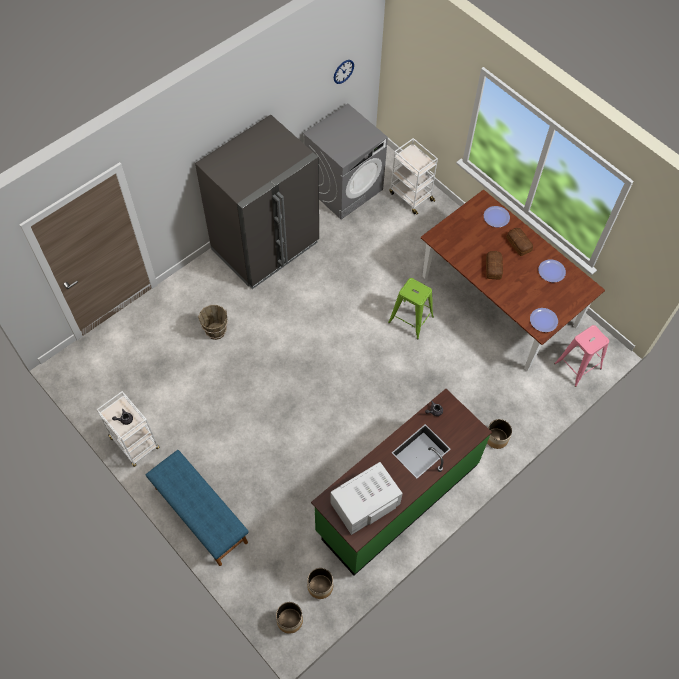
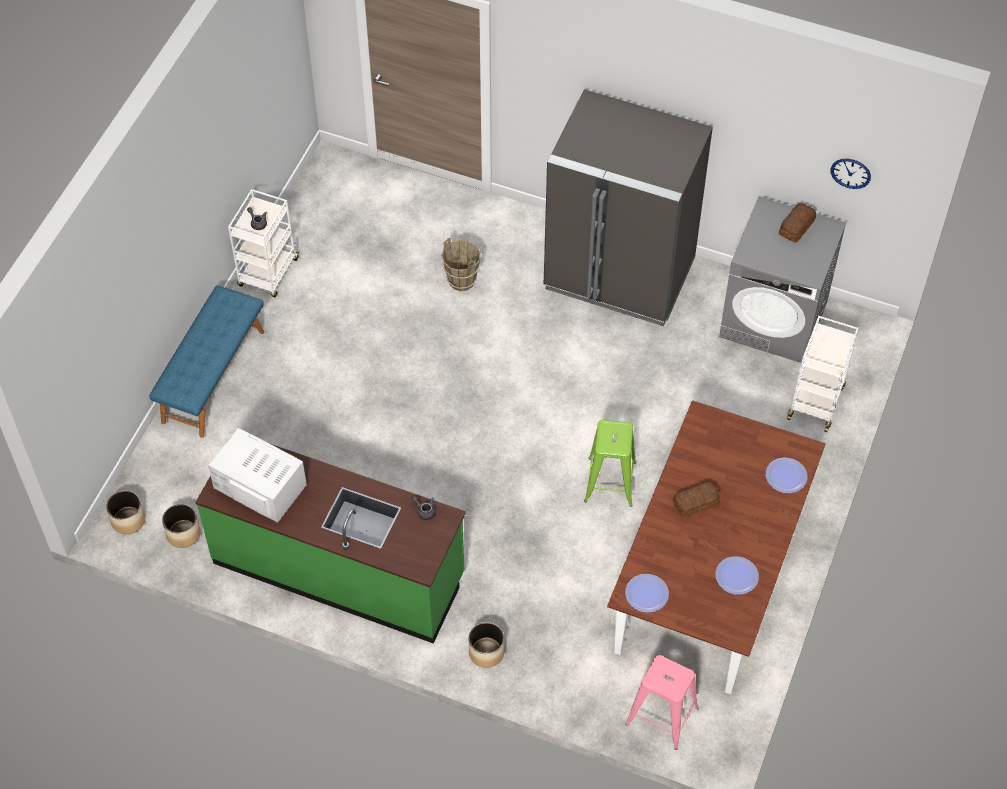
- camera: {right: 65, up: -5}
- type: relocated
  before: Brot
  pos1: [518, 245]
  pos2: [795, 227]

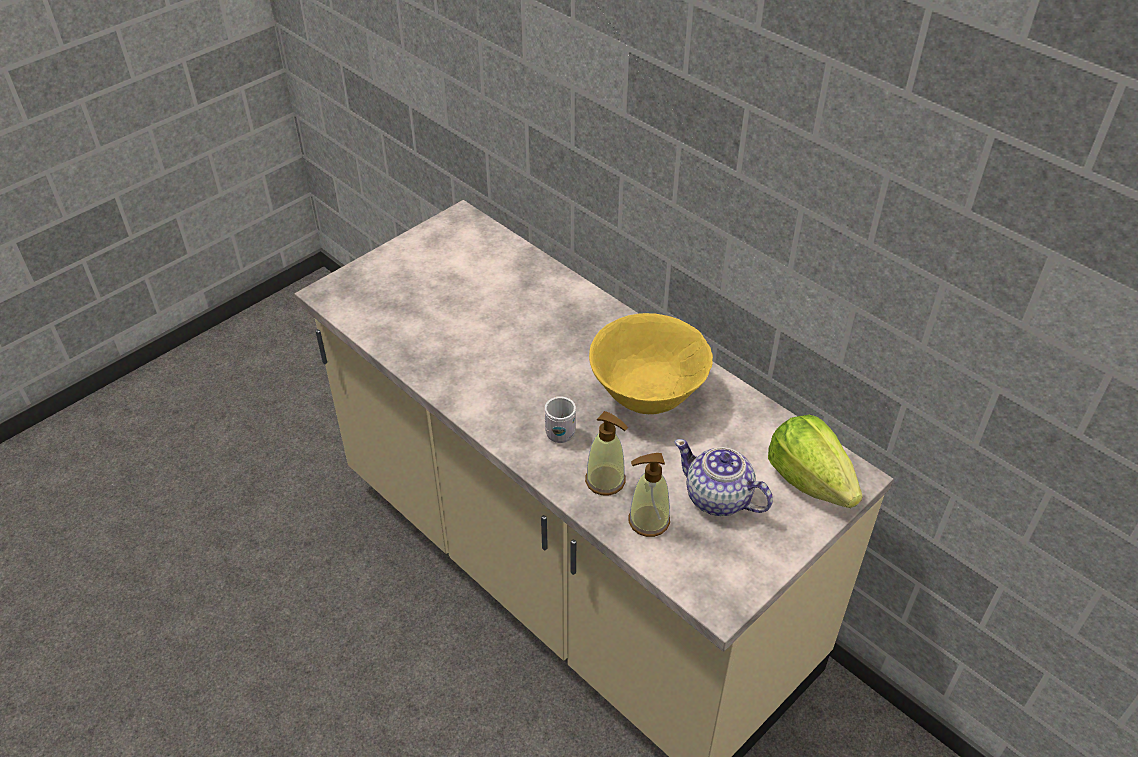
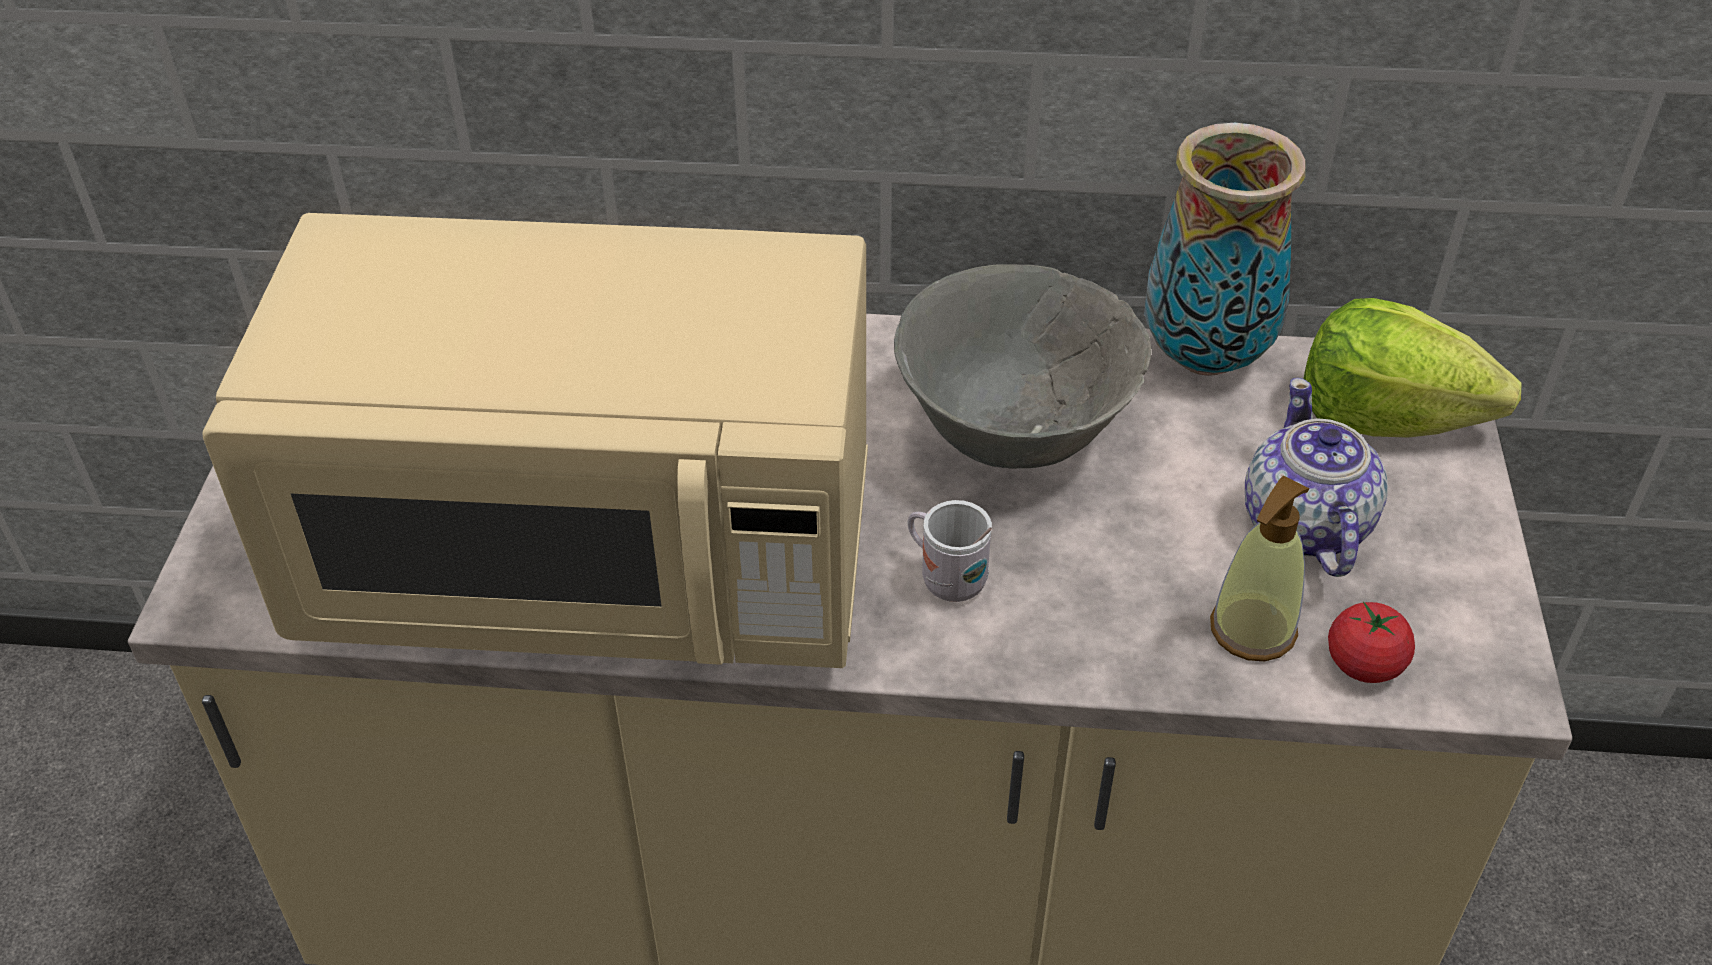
- camera: {right: -40, up: 0}
- type: missing
  before: Seifenspender
  pos1: [605, 480]
- type: colour
  before: Schüssel [gelb]
  after: Schüssel [grau]
  pos1: [647, 394]
  pos2: [1012, 431]
- type: spun
  before: Teekanne
  pos1: [718, 498]
  pos2: [1304, 526]
  turn: 90
- type: appeared
  after: Mikrowelle [beige]
  pos2: [592, 560]
- type: appeared
  after: Vase
  pos2: [1203, 357]
- type: appeared
  after: Tomate
  pos2: [1364, 664]

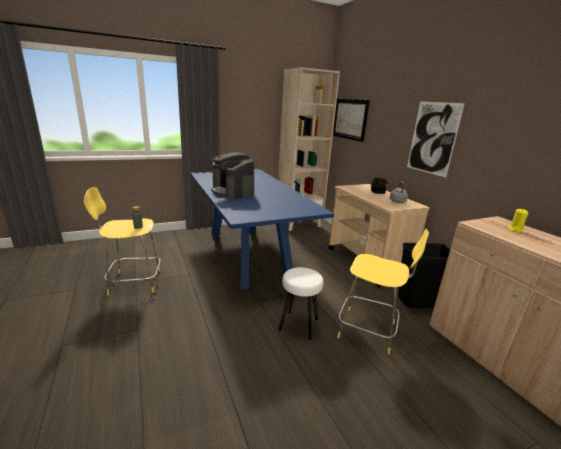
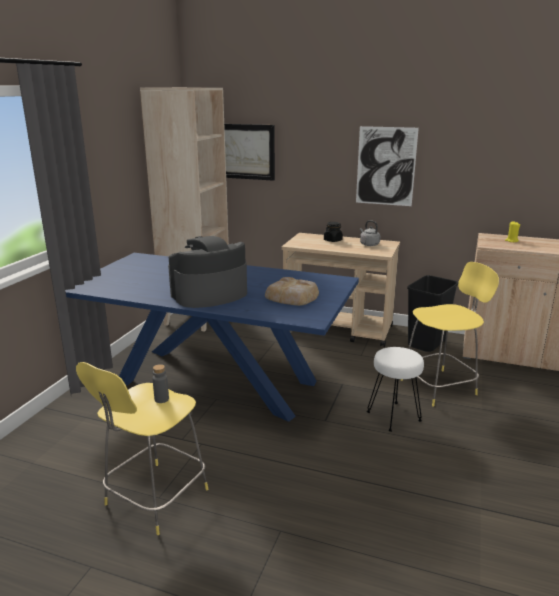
- camera: {right: -45, up: 0}
- type: spun
  before: Kaffeemaschine
  pos1: [233, 191]
  pos2: [209, 294]
  turn: 135
- type: appeared
  after: Brot
  pos2: [292, 297]

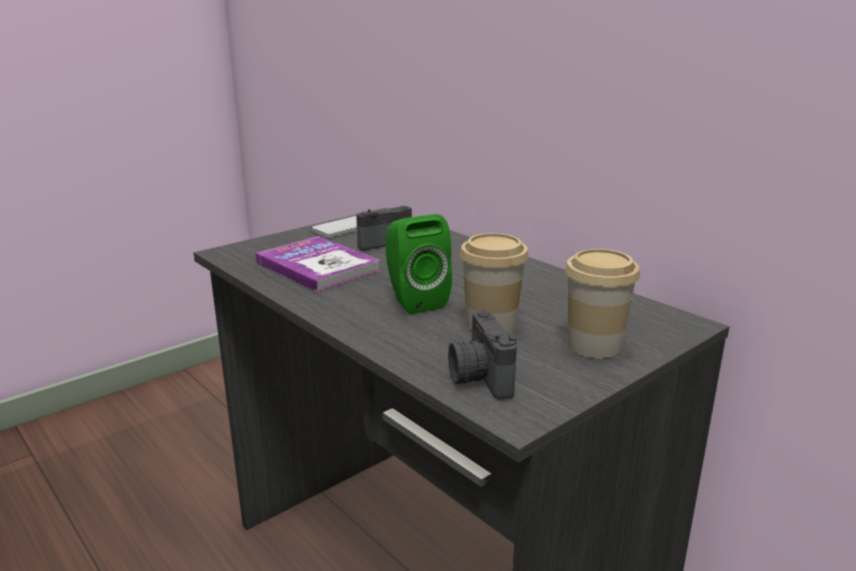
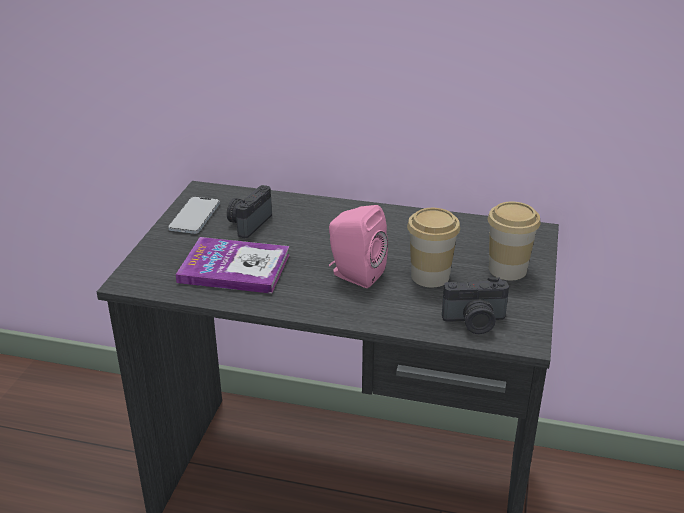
- camera: {right: -35, up: 10}
- type: colour
  before: Lautsprecher [grün]
  after: Lautsprecher [rosa]
  pos1: [414, 300]
  pos2: [354, 275]
- type: spun
  before: Kamera
  pos1: [478, 378]
  pos2: [475, 322]
  turn: -45

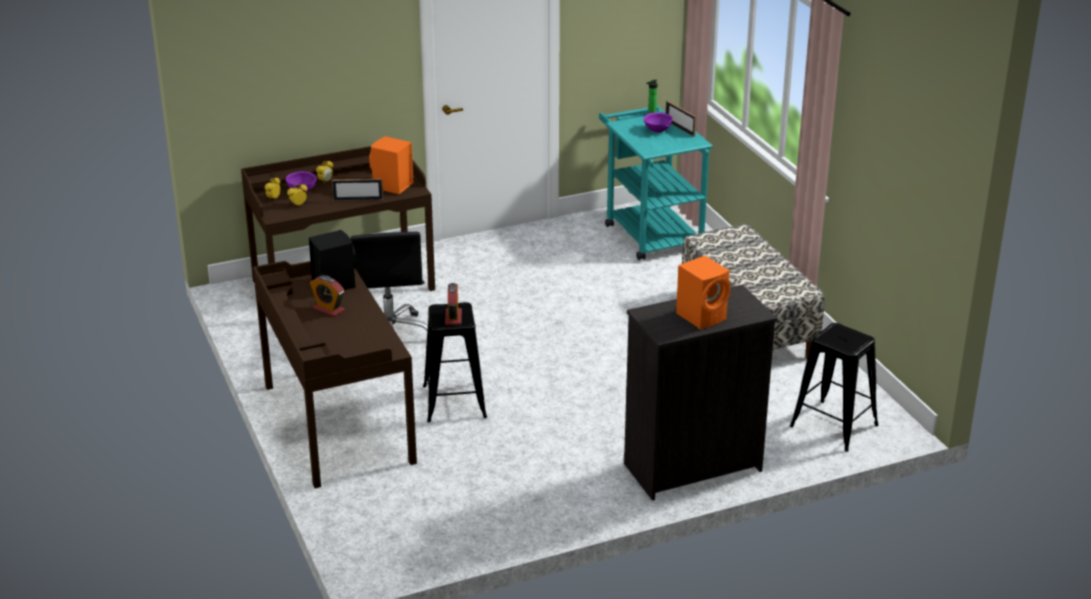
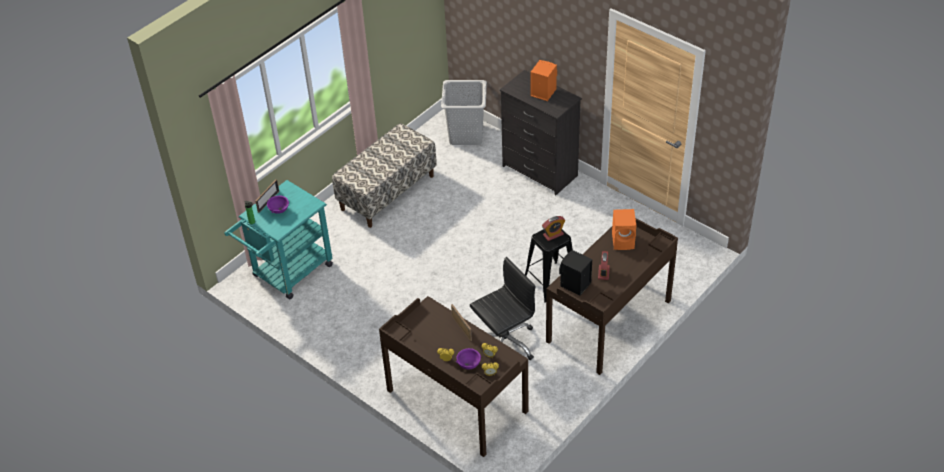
- camera: {right: -115, up: 15}
- type: relocated
  before: Lautsprecher [orange]
  pos1: [392, 186]
  pos2: [624, 241]
- type: exchanged
  before: Hocker [schwarz]
  after: Wäschekorb [grau]
  pos1: [834, 426]
  pos2: [466, 135]

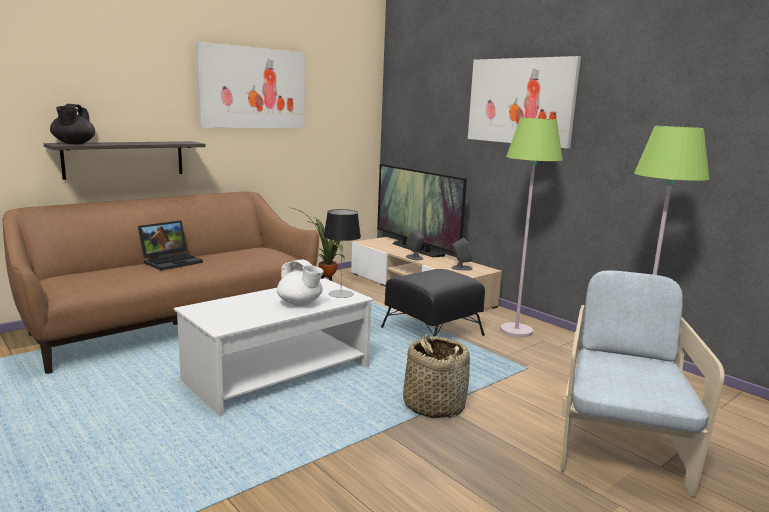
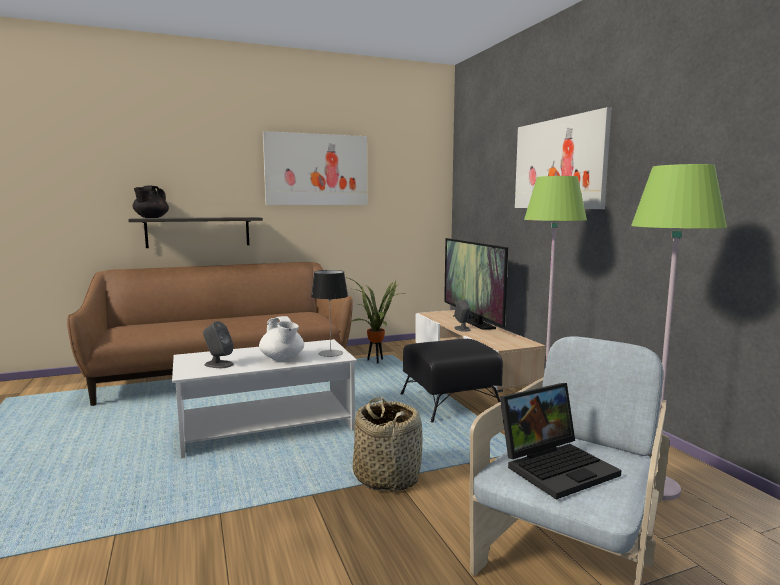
- camera: {right: 20, up: -5}
- type: relocated
  before: Laptop
  pos1: [172, 261]
  pos2: [557, 466]
- type: relocated
  before: Lautsprecher [grau]
  pos1: [461, 268]
  pos2: [218, 364]

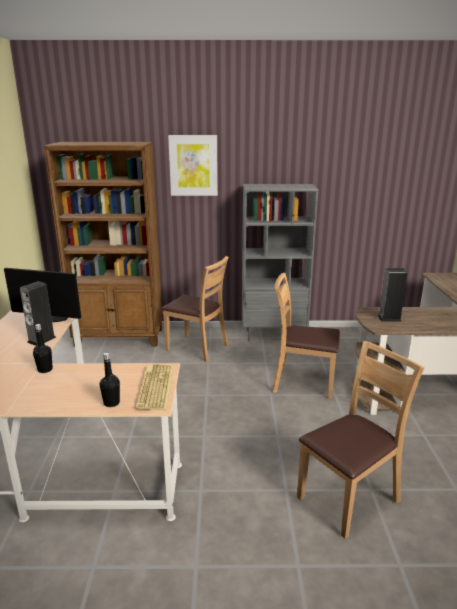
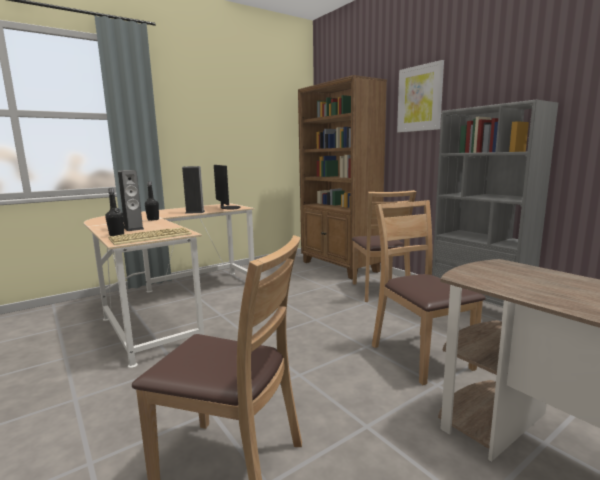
- camera: {right: 55, up: -10}
- type: relocated
  before: Lautsprecher
  pos1: [389, 318]
  pos2: [133, 228]

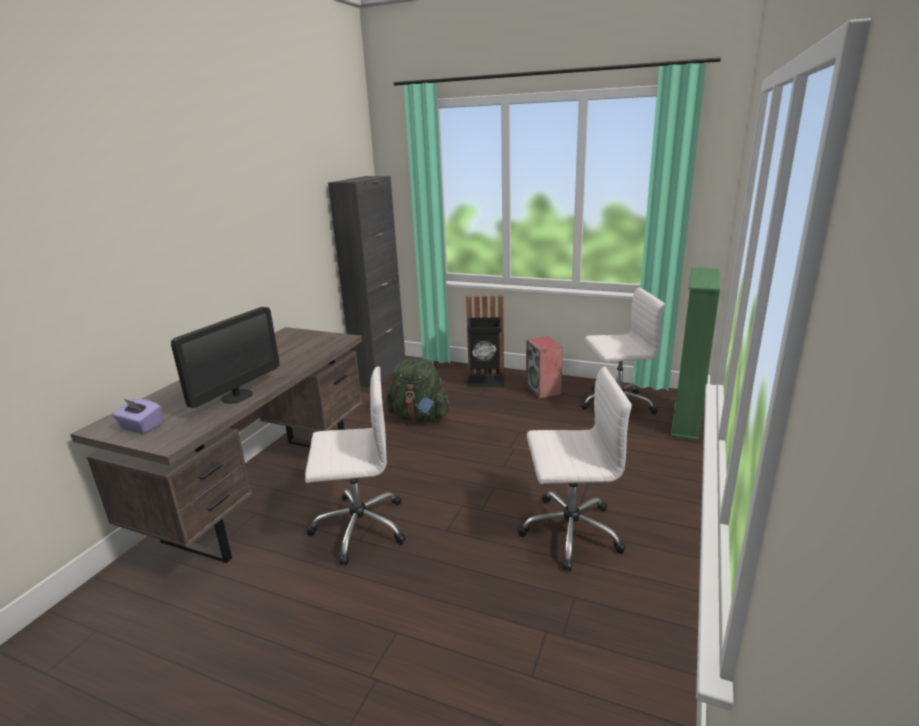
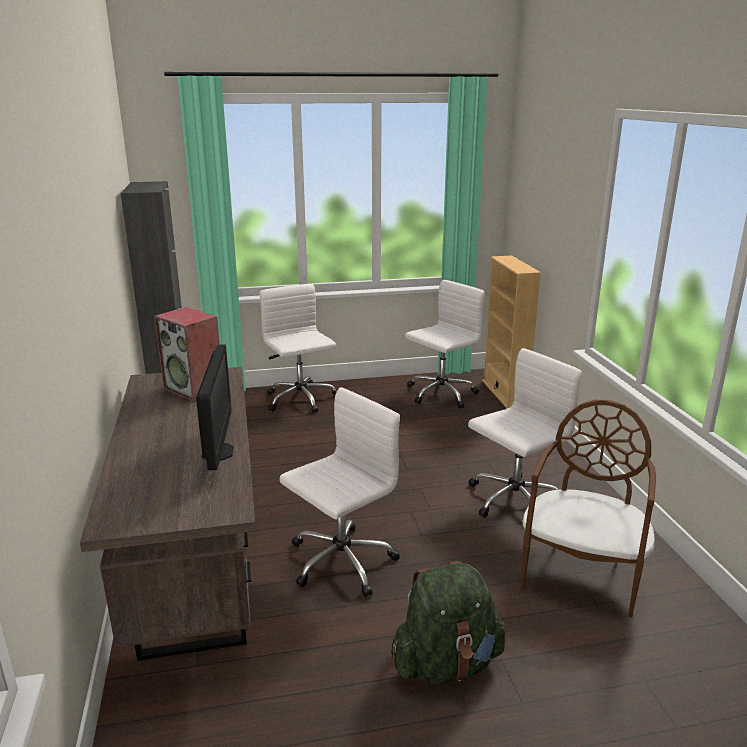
- camera: {right: -35, up: 0}
- type: missing
  before: Taschentuchbox [lila]
  pos1: [141, 427]
- type: relocated
  before: Rucksack [grün]
  pos1: [419, 417]
  pos2: [446, 664]
- type: exchanged
  before: Mülleimer [schwarz]
  after: Bürostuhl [weiß]
  pos1: [486, 381]
  pos2: [301, 400]
- type: relocated
  before: Lautsprecher
  pos1: [544, 390]
  pos2: [194, 389]
- type: colour
  before: Bücherregal [grün]
  after: Bücherregal [beige]
  pos1: [686, 420]
  pos2: [504, 393]
- type: appeared
  after: Stuhl [braun]
  pos2: [582, 573]

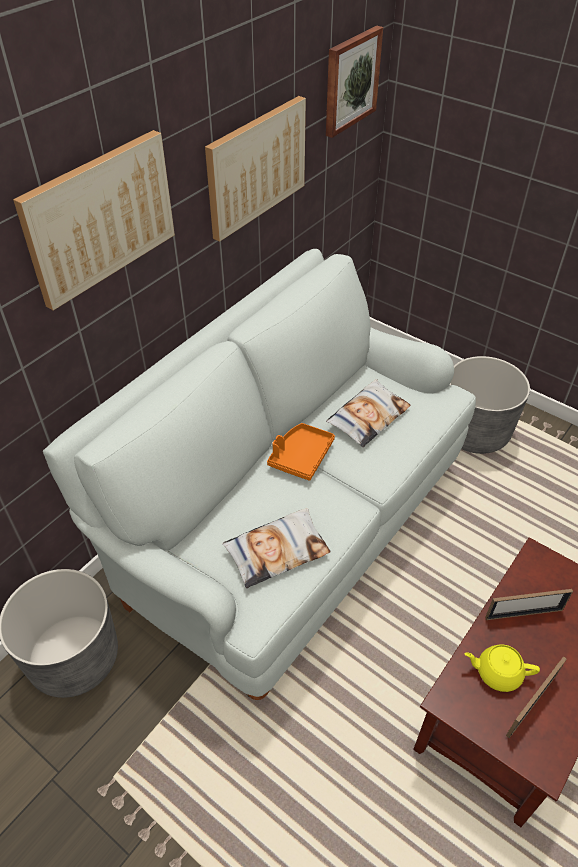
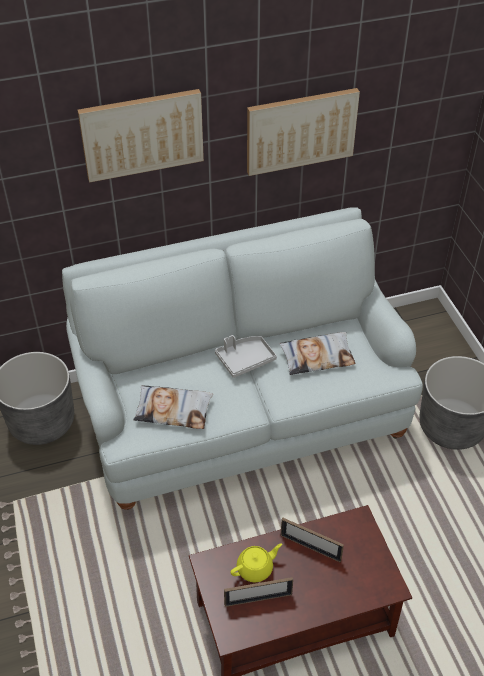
- camera: {right: 35, up: 0}
- type: colour
  before: Tablett [orange]
  after: Tablett [grau]
  pos1: [300, 456]
  pos2: [245, 360]
- type: missing
  before: Bild
  pos1: [350, 81]
- type: spun
  before: Teekanne [gelb]
  pos1: [497, 672]
  pos2: [255, 568]
  turn: 105

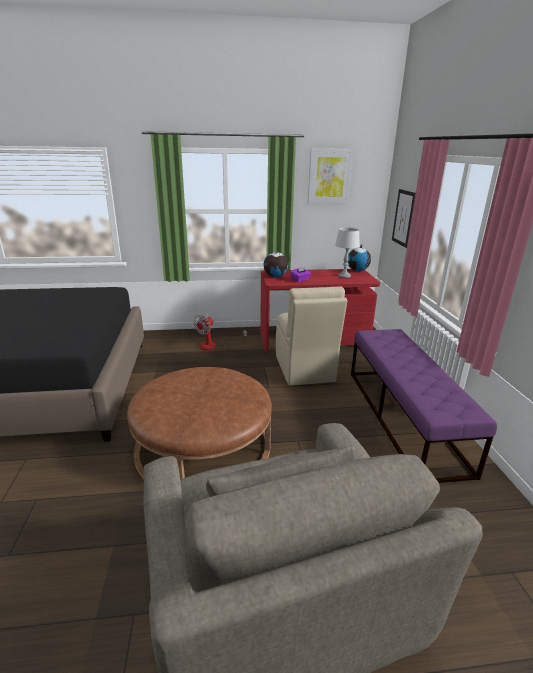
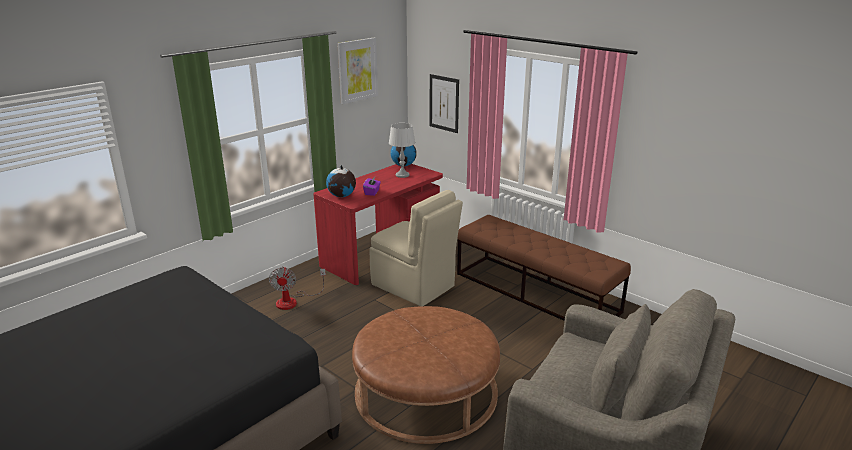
- camera: {right: -40, up: 0}
- type: colour
  before: Bank [lila]
  after: Bank [braun]
  pos1: [403, 418]
  pos2: [536, 292]

